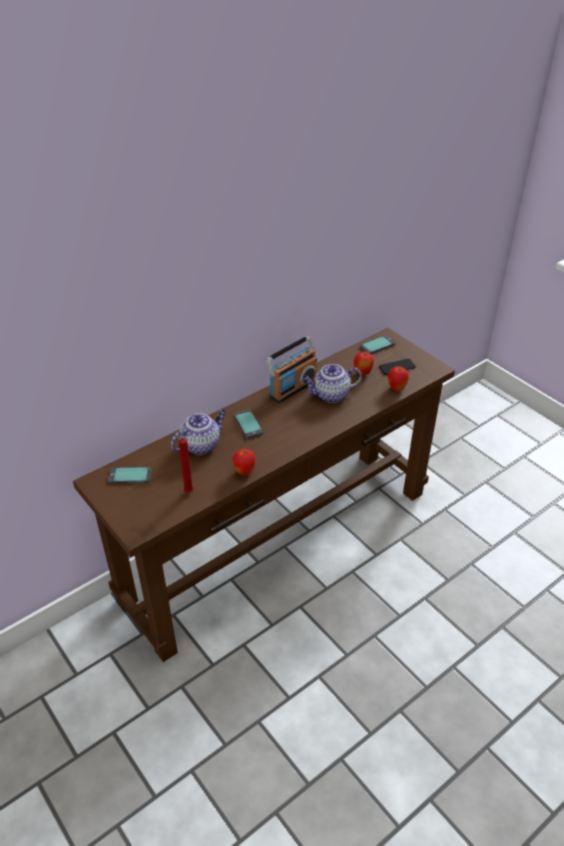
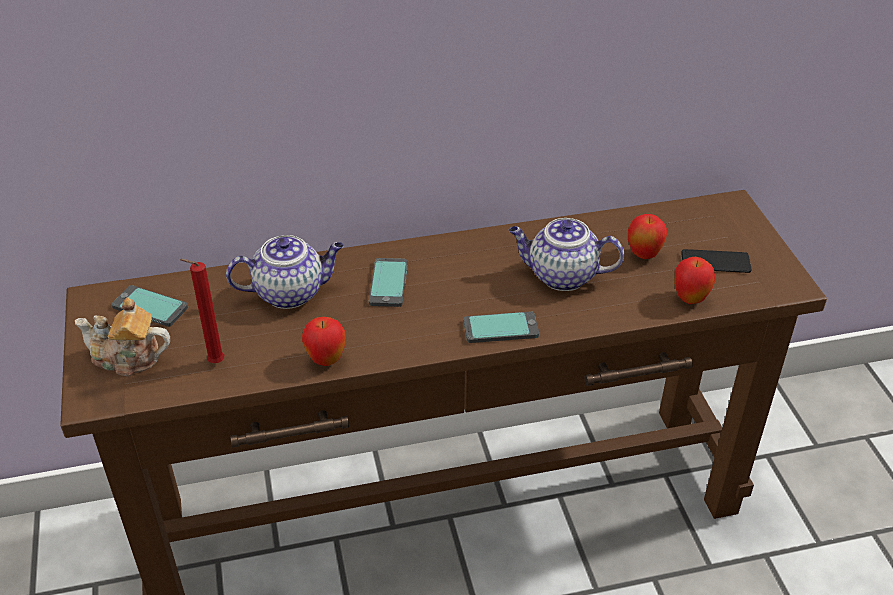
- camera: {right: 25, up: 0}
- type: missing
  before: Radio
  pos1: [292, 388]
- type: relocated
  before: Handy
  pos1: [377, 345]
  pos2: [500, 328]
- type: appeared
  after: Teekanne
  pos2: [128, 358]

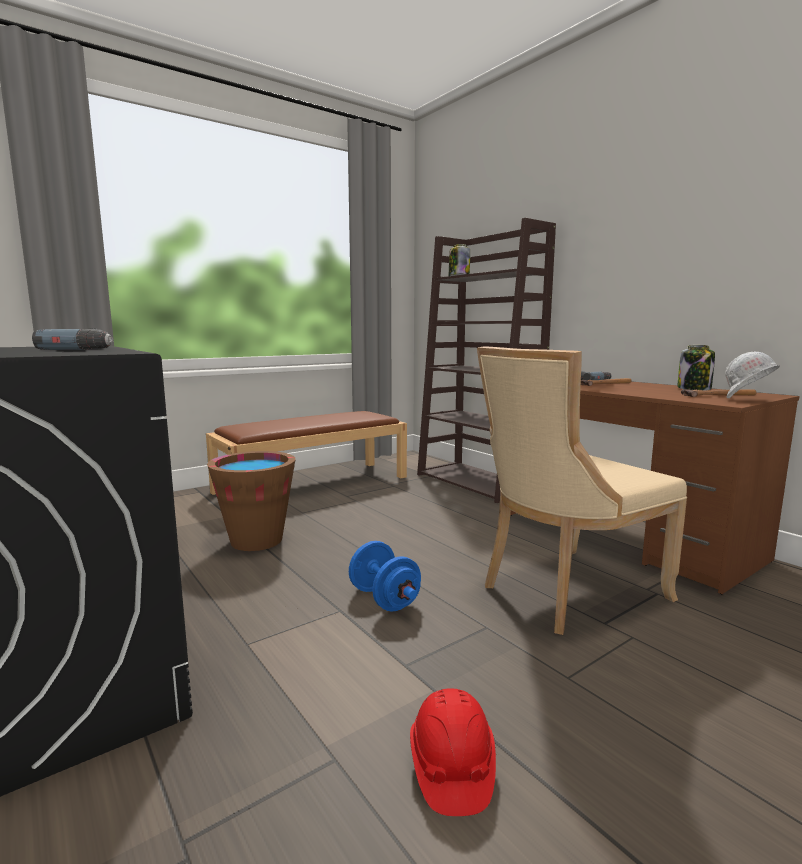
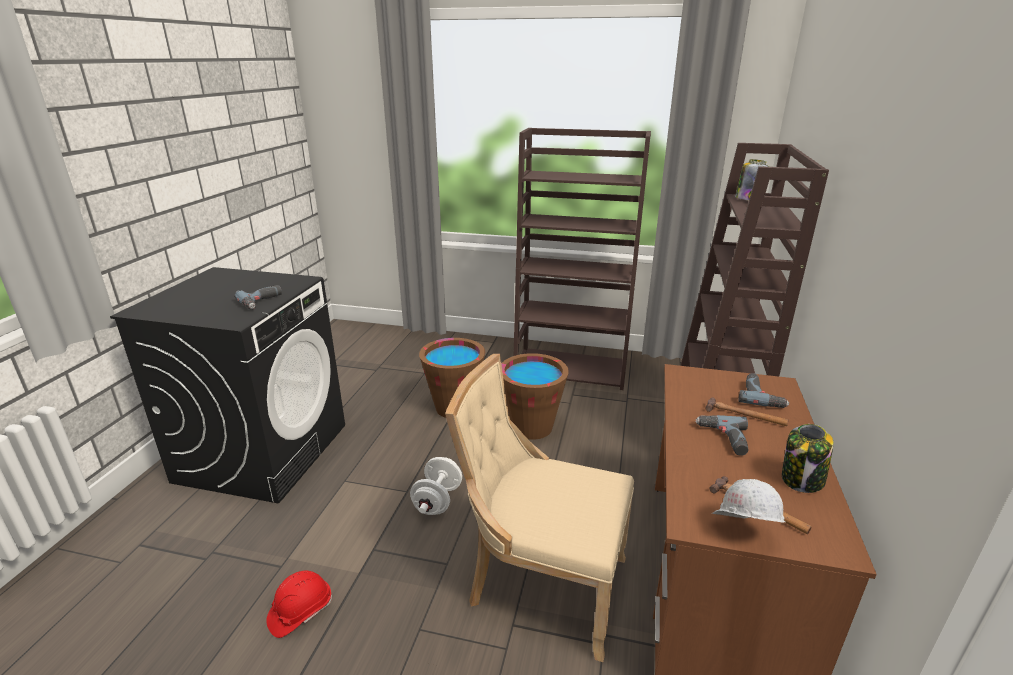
- camera: {right: 50, up: 15}
- type: exchanged
  before: Bank [braun]
  after: Bücherregal [braun]
  pos1: [314, 484]
  pos2: [572, 369]
- type: colour
  before: Hantel [blau]
  after: Hantel [weiß]
  pos1: [384, 599]
  pos2: [437, 500]
- type: appeared
  after: Eimer [braun]
  pos2: [532, 427]
- type: appeared
  after: Bohrmaschine
  pos2: [723, 439]

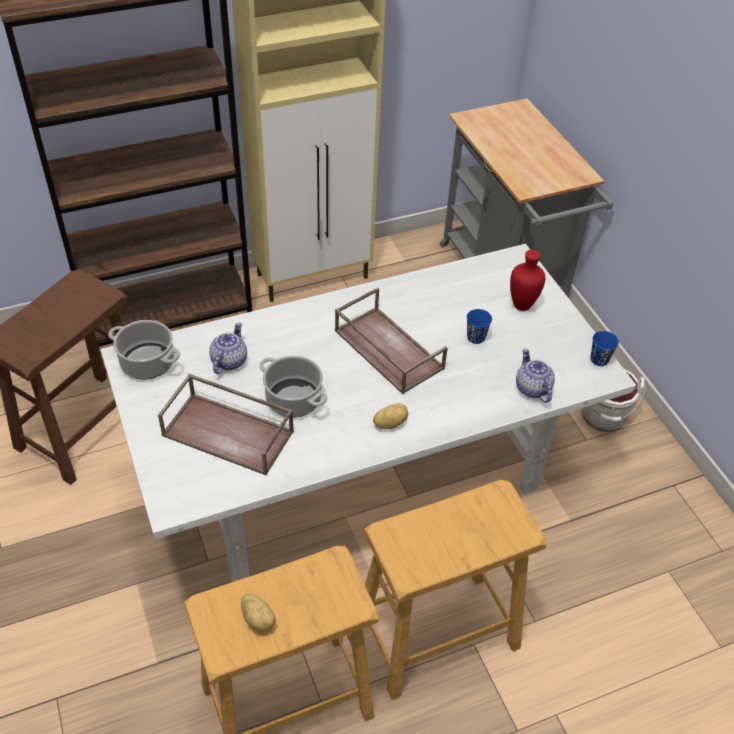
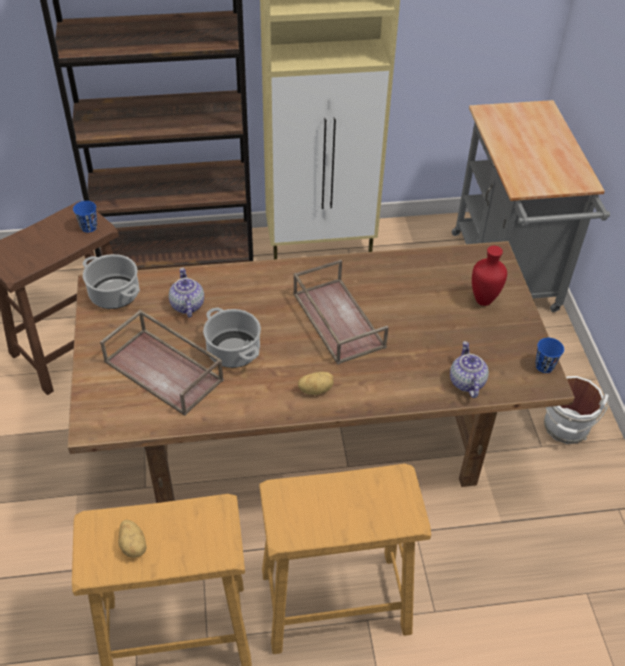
- camera: {right: 15, up: 0}
- type: colour
  before: Esstisch [weiß]
  after: Esstisch [braun]
  pos1: [360, 476]
  pos2: [308, 438]
- type: spun
  before: Teekanne
  pos1: [229, 361]
  pos2: [187, 305]
  turn: -45
- type: relocated
  before: Tasse [blau]
  pos1: [476, 337]
  pos2: [88, 227]

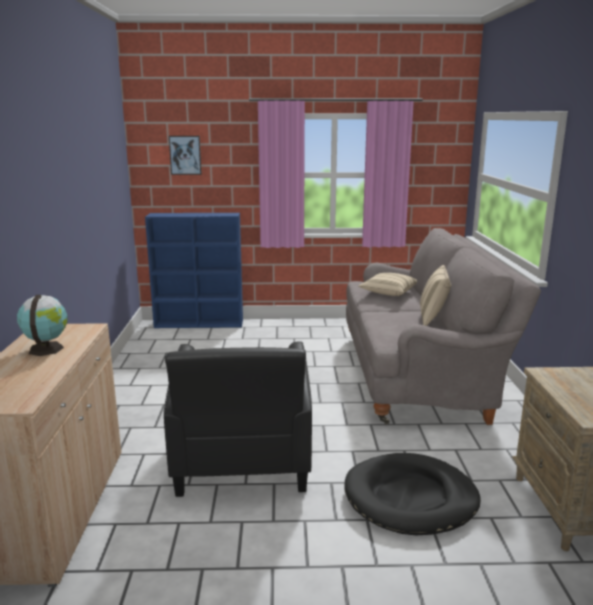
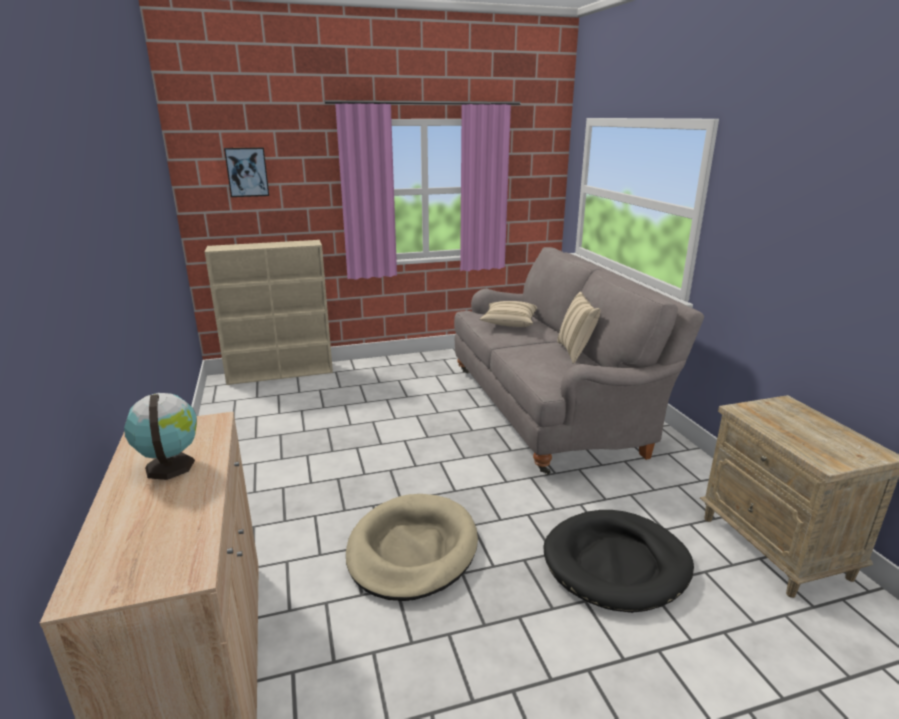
- camera: {right: -15, up: 5}
- type: colour
  before: Bücherregal [blau]
  after: Bücherregal [beige]
  pos1: [200, 323]
  pos2: [281, 373]
- type: exchanged
  before: Sessel [schwarz]
  after: Hundebett [beige]
  pos1: [242, 461]
  pos2: [412, 550]

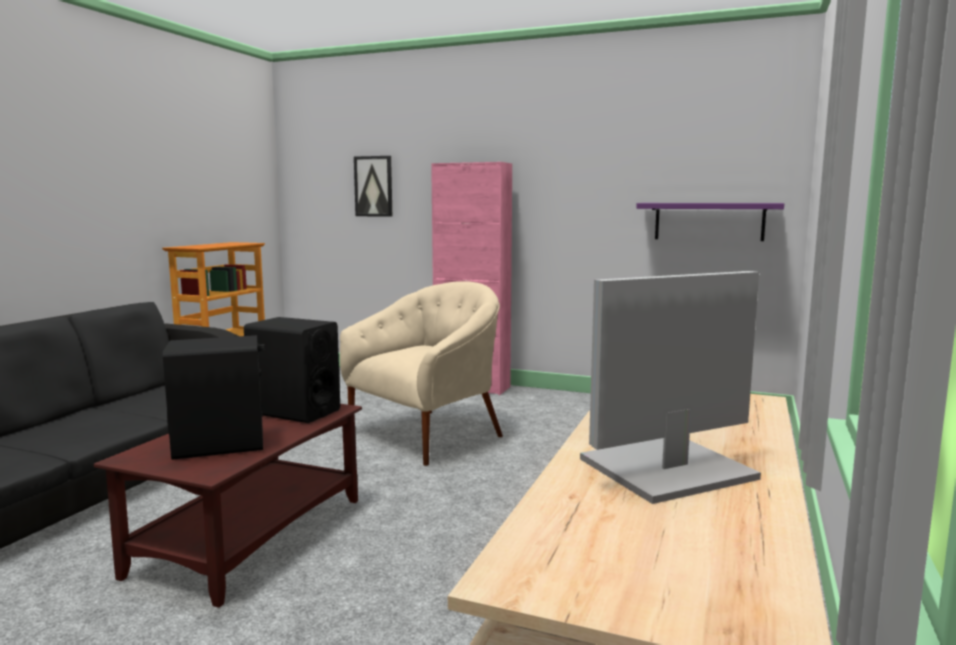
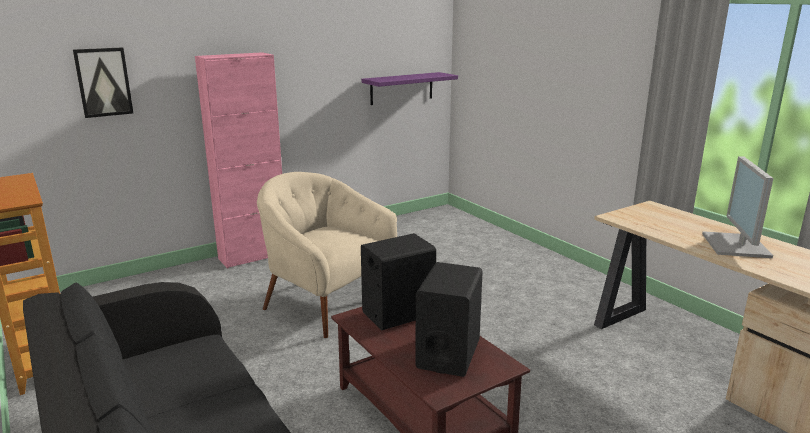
- camera: {right: -55, up: 10}
- type: spun
  before: Sessel [beige]
  pos1: [427, 435]
  pos2: [326, 302]
  turn: -45

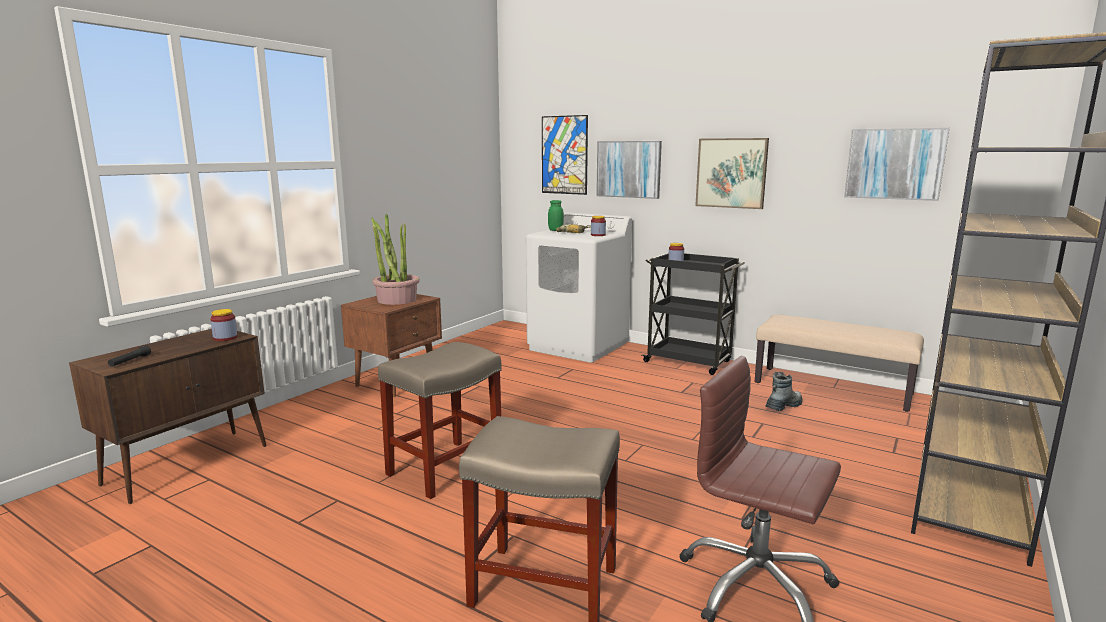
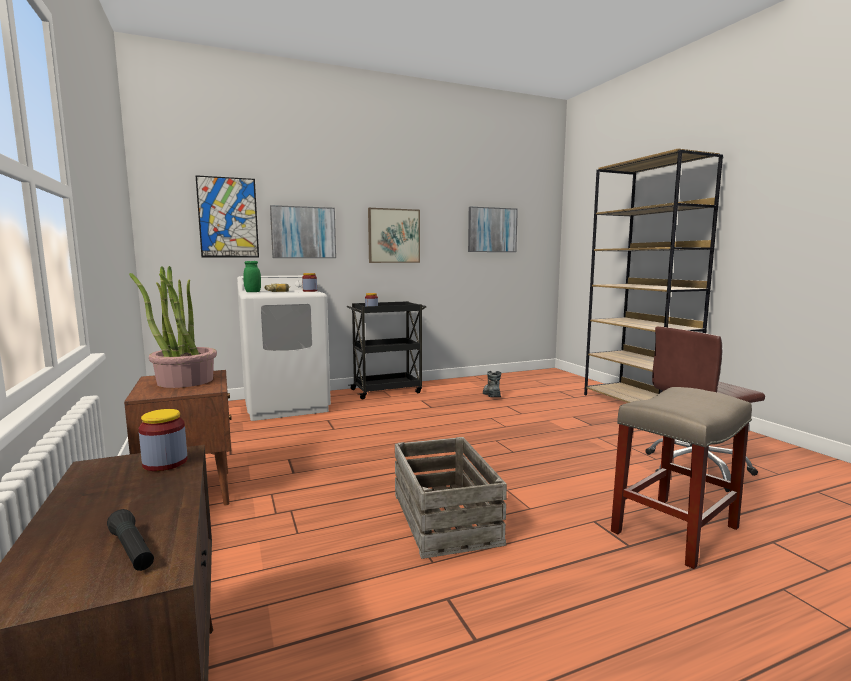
- camera: {right: -55, up: -5}
- type: exchanged
  before: Hocker [beige]
  after: Kiste
  pos1: [446, 467]
  pos2: [443, 518]
- type: missing
  before: Bank [beige]
  pos1: [832, 388]

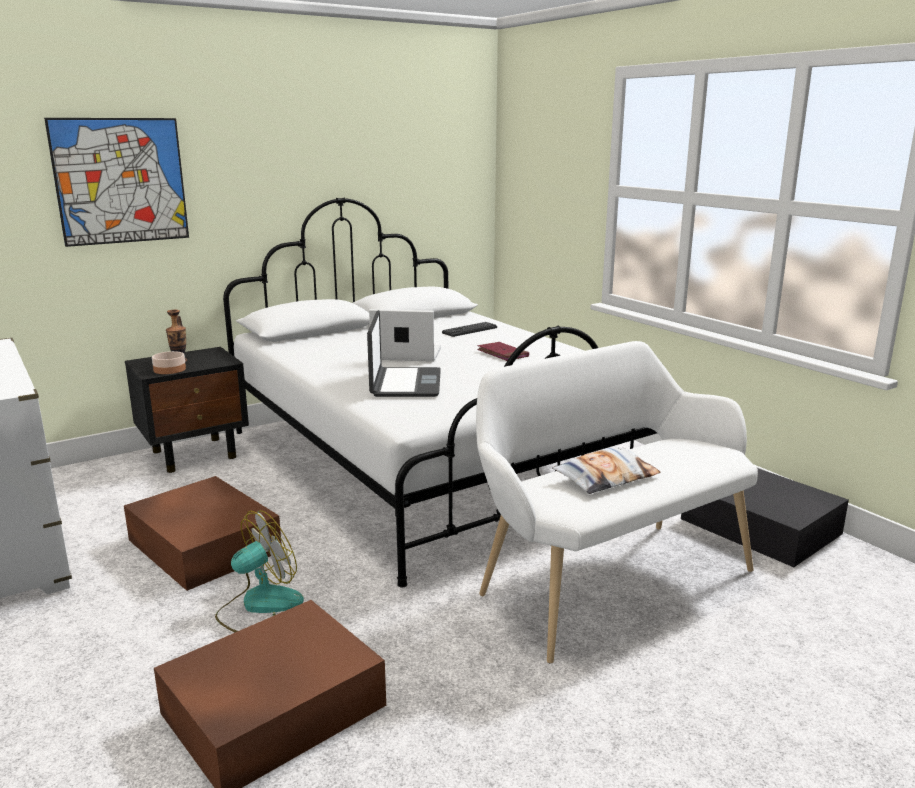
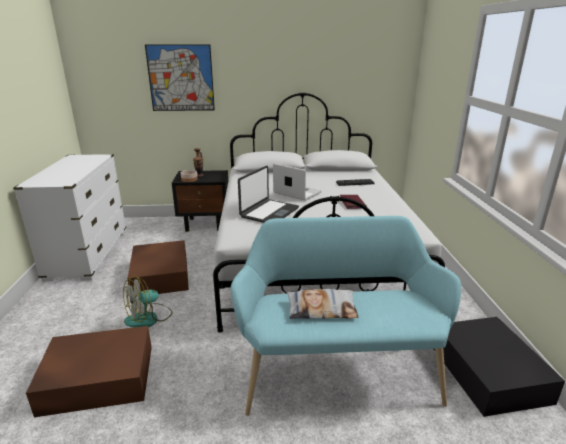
- camera: {right: 30, up: 5}
- type: spun
  before: Ventilator
  pos1: [259, 607]
  pos2: [149, 318]
  turn: 150
- type: colour
  before: Bank [weiß]
  after: Bank [türkis]
  pos1: [607, 578]
  pos2: [337, 371]

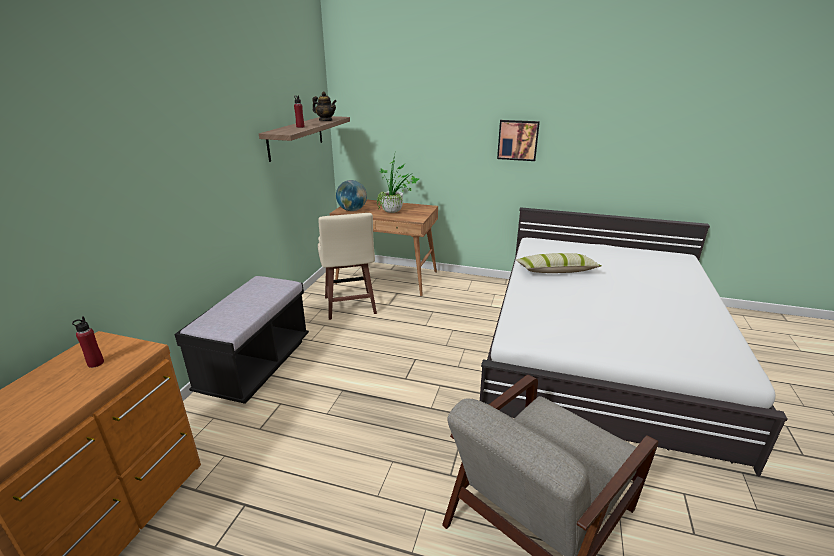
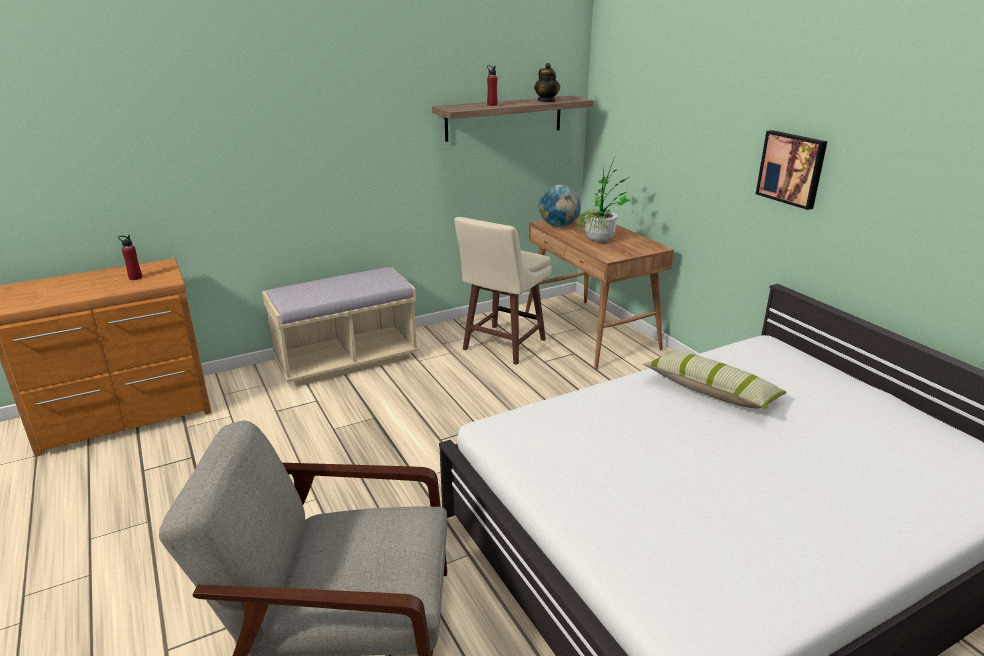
- camera: {right: 45, up: 0}
- type: colour
  before: Bank [schwarz]
  after: Bank [beige]
  pos1: [255, 365]
  pos2: [346, 360]

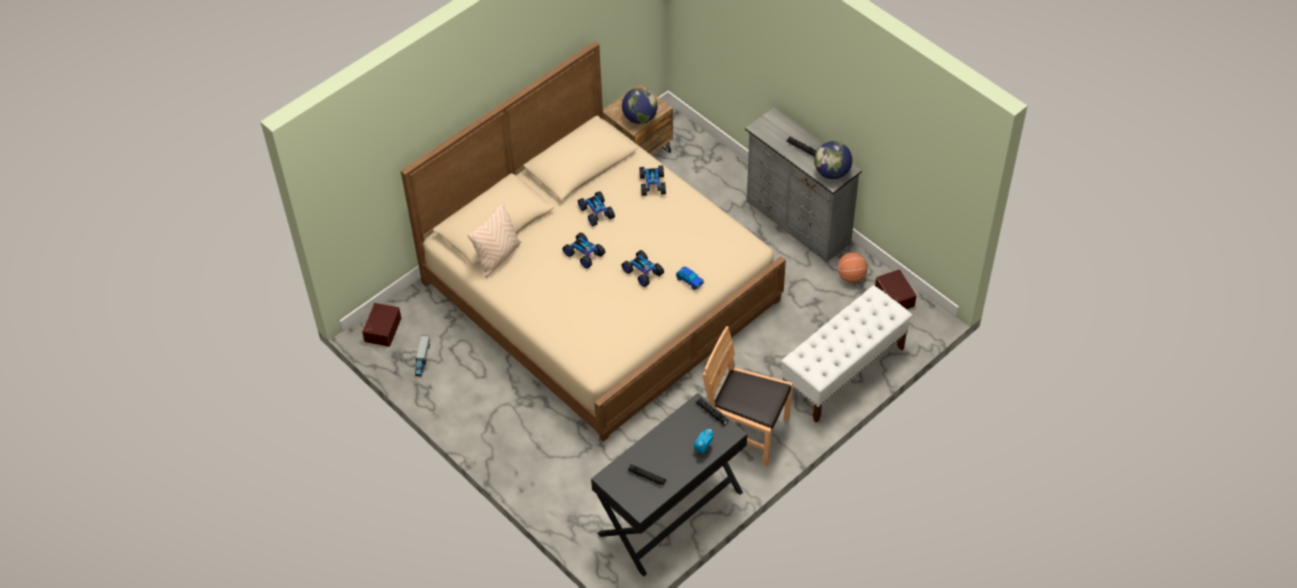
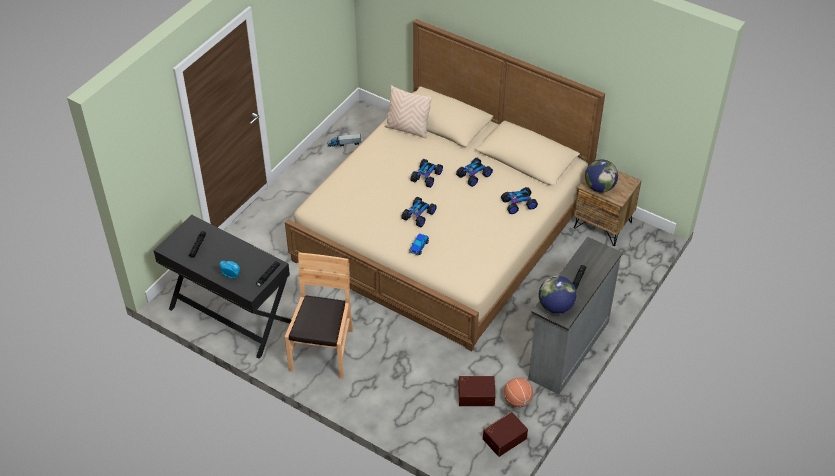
- camera: {right: 75, up: -5}
- type: relocated
  before: Aufbewahrungsbox [braun]
  pos1: [382, 329]
  pos2: [476, 394]
- type: missing
  before: Bank [weiß]
  pos1: [843, 371]

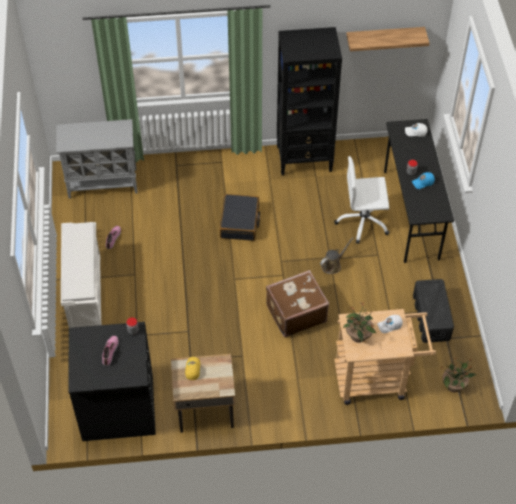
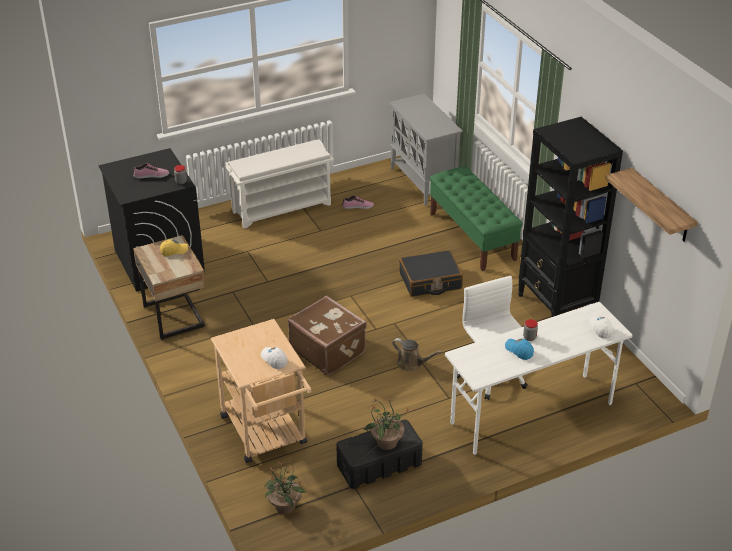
- camera: {right: 70, up: -15}
- type: relocated
  before: Topfpflanze
  pos1: [358, 336]
  pos2: [386, 442]
- type: colour
  before: Schreibtisch [schwarz]
  after: Schreibtisch [weiß]
  pos1: [411, 215]
  pos2: [531, 414]
- type: appeared
  after: Bank [grün]
  pos2: [472, 236]

